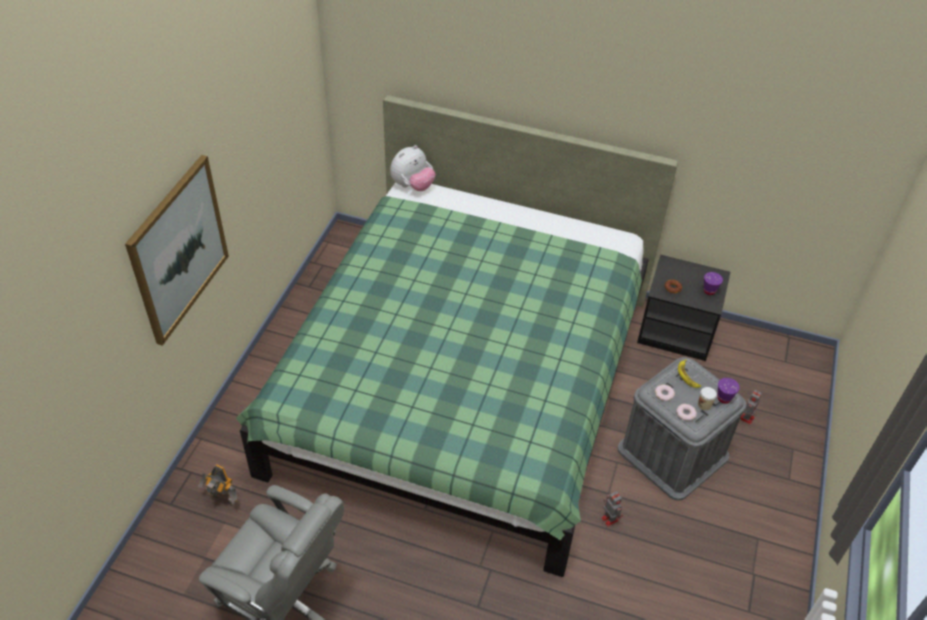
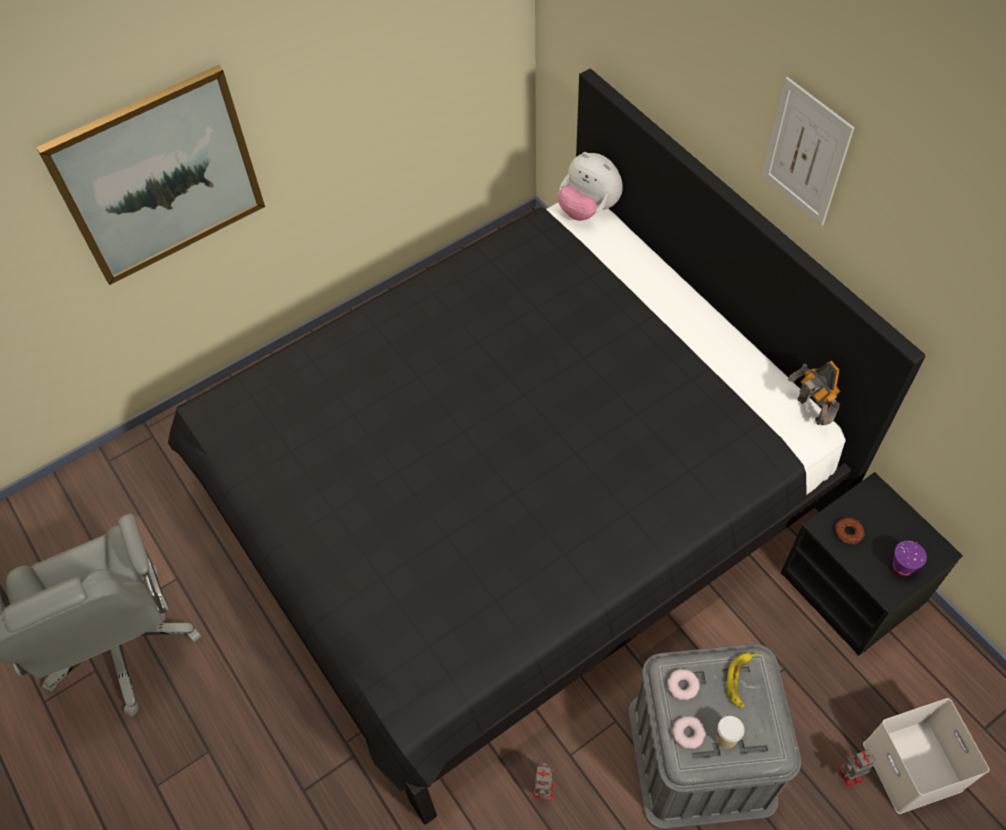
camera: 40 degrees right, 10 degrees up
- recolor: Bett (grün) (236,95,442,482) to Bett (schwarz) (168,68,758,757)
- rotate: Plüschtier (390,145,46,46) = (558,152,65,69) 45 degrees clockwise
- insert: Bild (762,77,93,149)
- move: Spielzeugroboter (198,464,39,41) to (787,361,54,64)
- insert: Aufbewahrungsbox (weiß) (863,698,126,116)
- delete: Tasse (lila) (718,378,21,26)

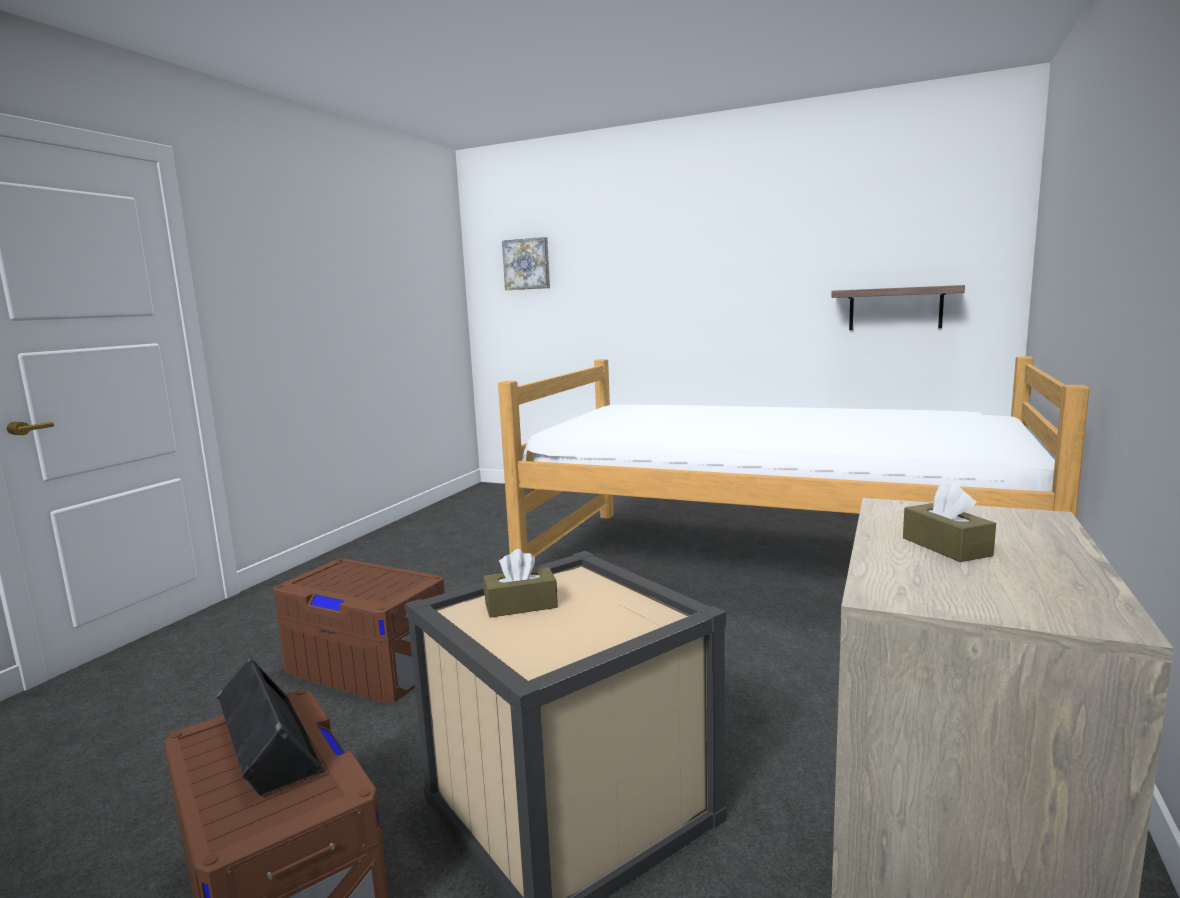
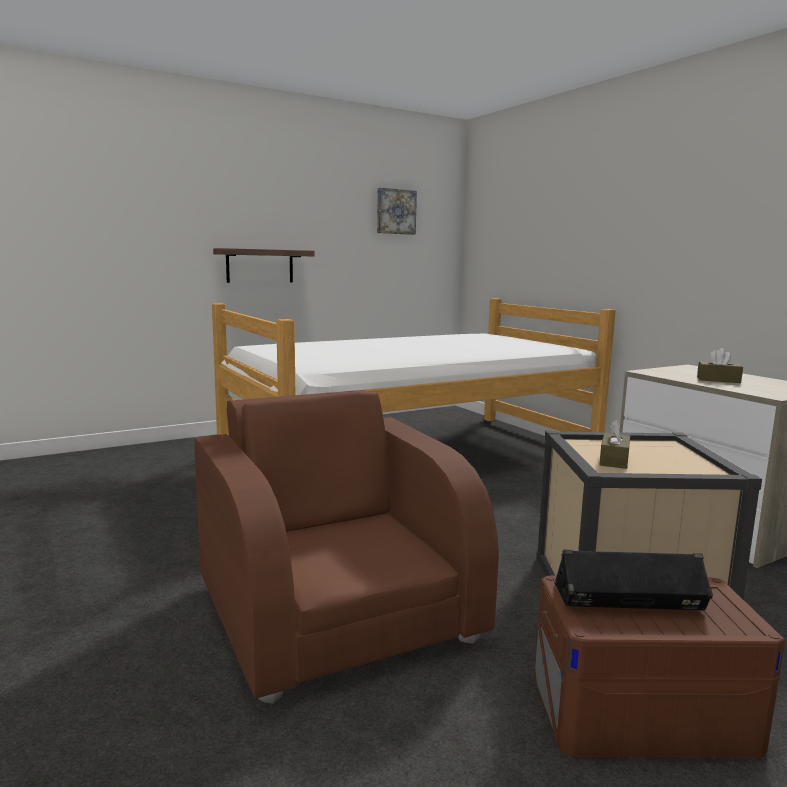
camera: 55 degrees left, 0 degrees up
- replace: Aufbewahrungsbox (braun) (273,558,172,145) to Sessel (braun) (195,390,304,314)
- move: Wandregal (831,285,134,45) to (213,248,102,35)
- move: Bild (502,237,48,53) to (377,188,40,47)

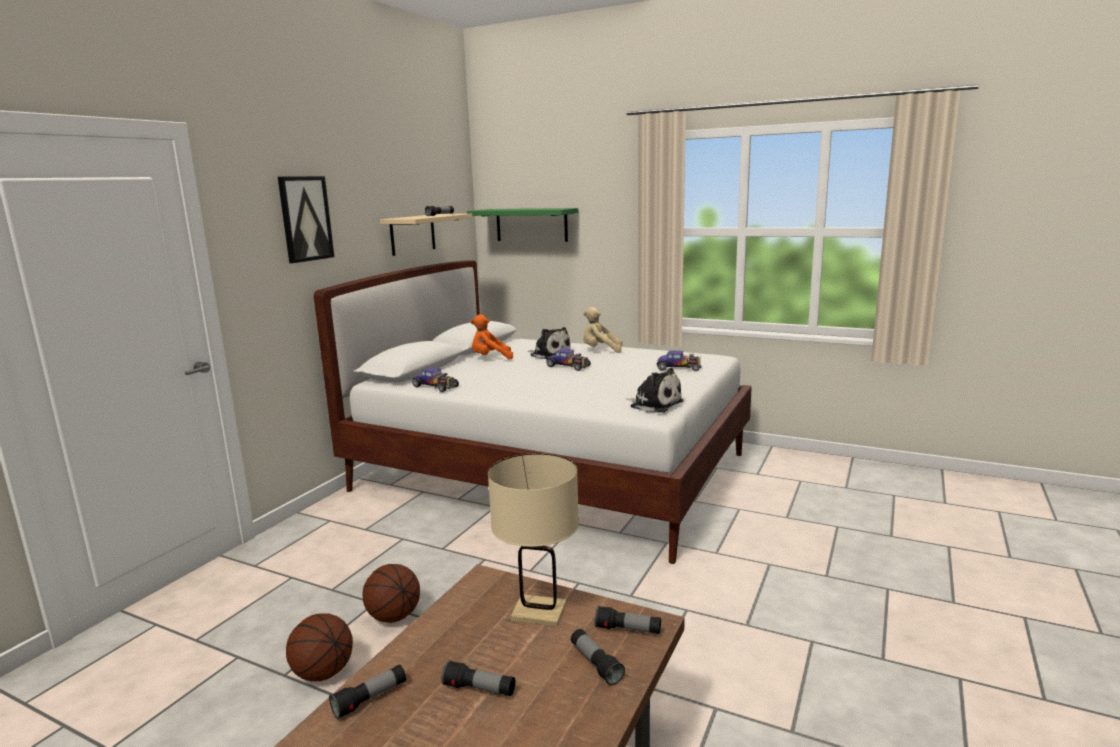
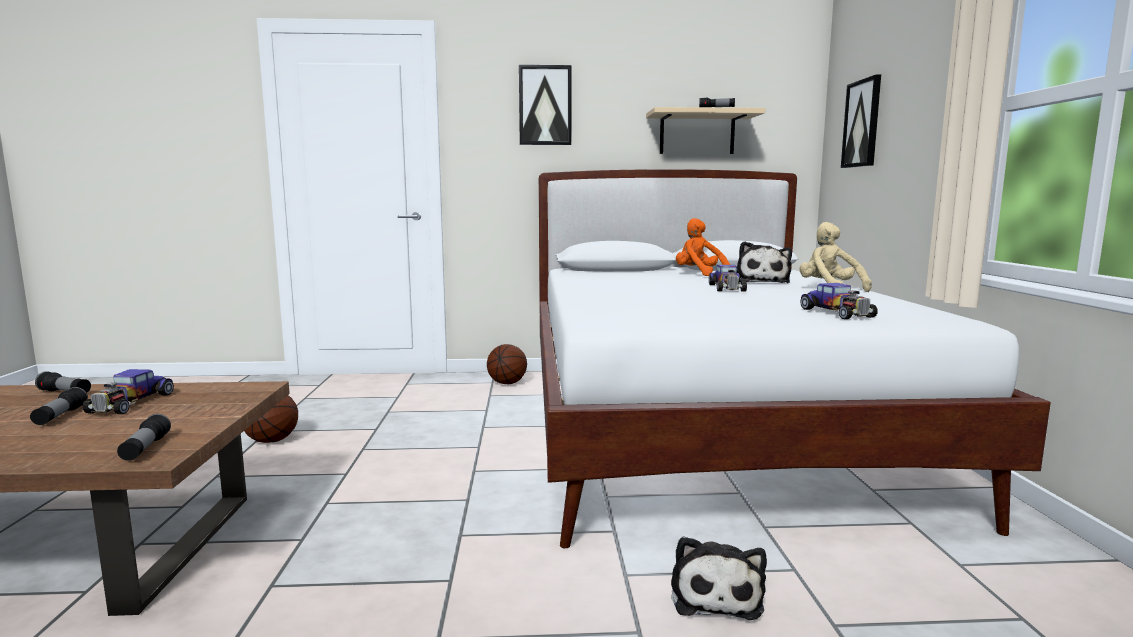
camera: 60 degrees right, 5 degrees down
- move: Spielzeugauto (412,367,47,25) to (83,369,91,45)
- move: Basketball (362,564,58,59) to (487,344,40,40)
- move: Plüschtier (625,368,58,45) to (671,536,96,84)
- replace: Wandregal (grün) (467,208,111,34) to Bild (841,74,40,94)
- delete: Tischlampe (beige) (488,453,91,173)
- delete: Taschenlampe (571,629,54,57)

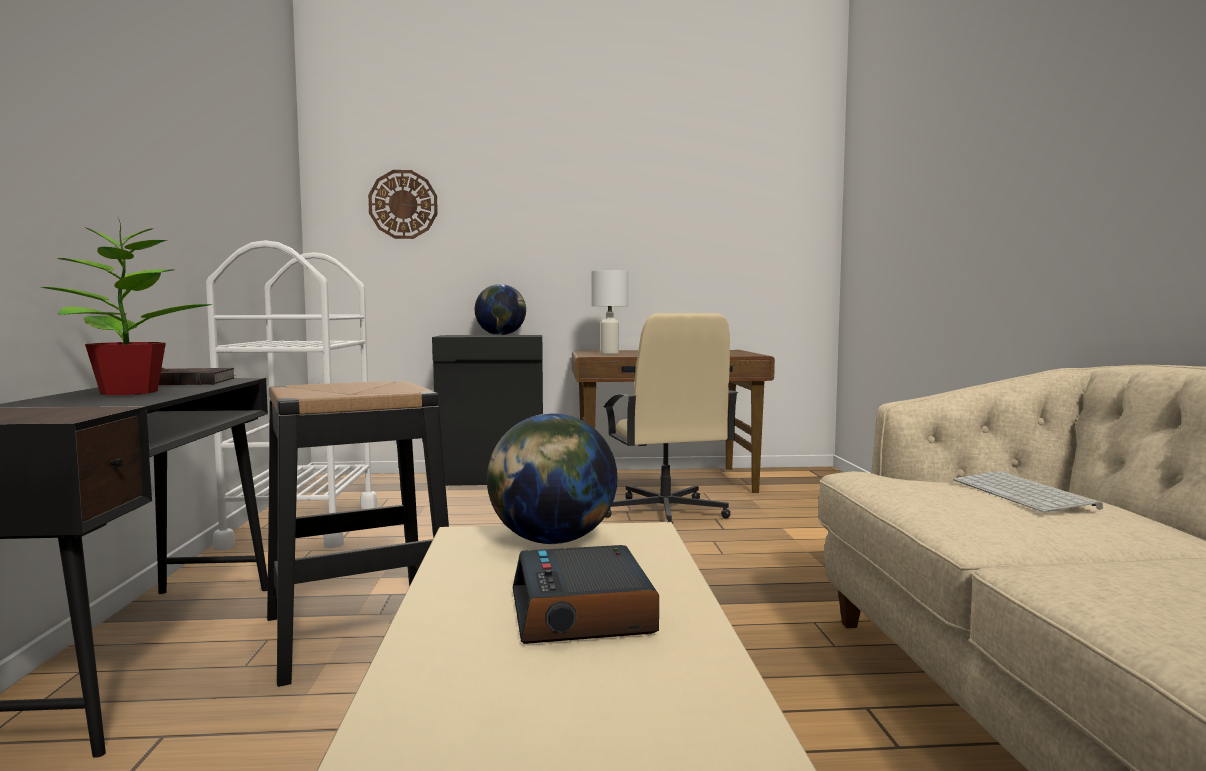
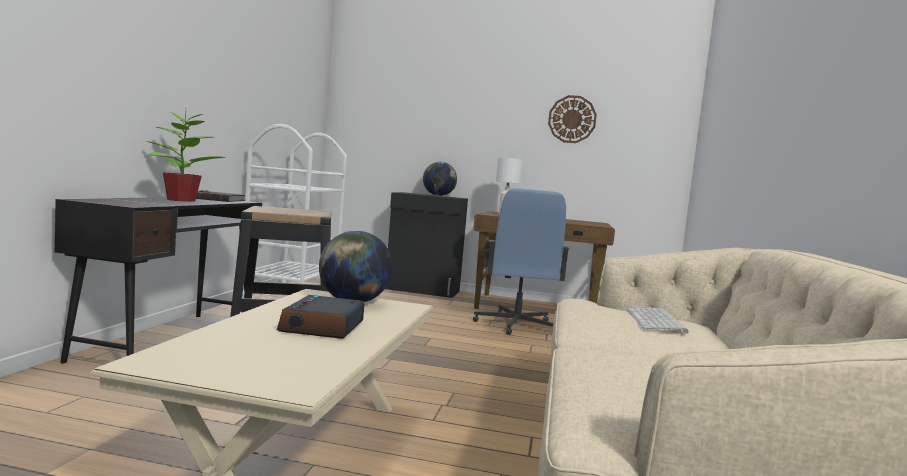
camera: 15 degrees right, 0 degrees up
- recolor: Bürostuhl (beige) (604,313,134,210) to Bürostuhl (blau) (473,188,97,147)
- move: Wanduhr (368,170,70,69) to (548,95,49,48)

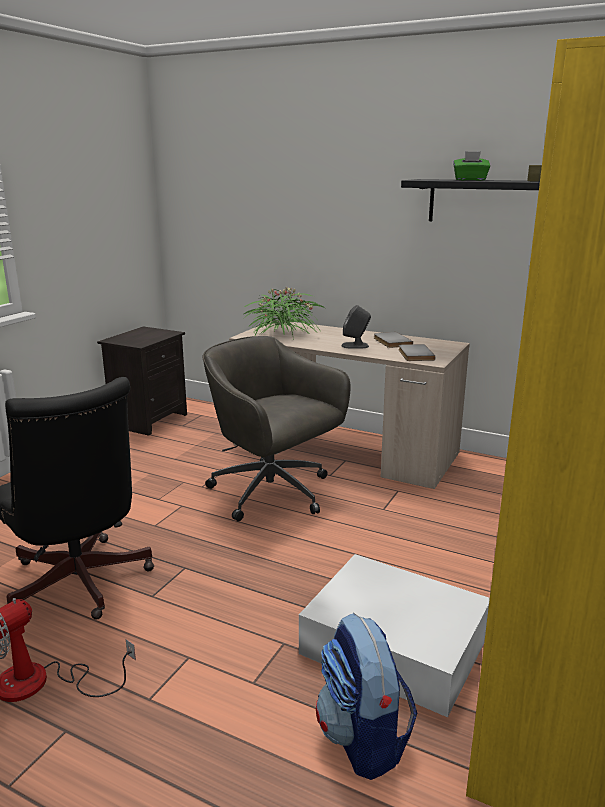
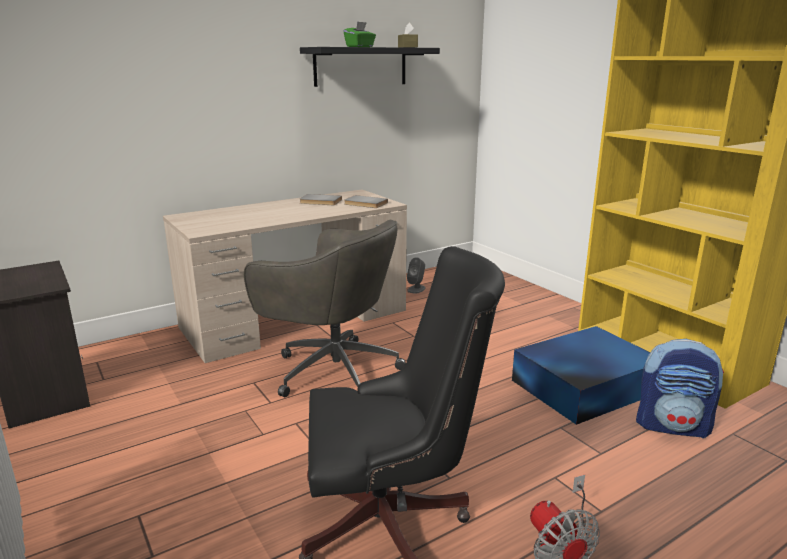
camera: 60 degrees left, 0 degrees up
- rotate: Bürostuhl (grau) (202,336,149,185) = (244,220,162,177) 135 degrees counterclockwise
- move: Lautsprecher (grau) (341,305,30,44) to (407,257,19,36)
- recolor: Aufbewahrungsbox (weiß) (299,554,191,163) to Aufbewahrungsbox (blau) (512,326,138,99)
- delete: Topfpflanze (243,286,82,54)

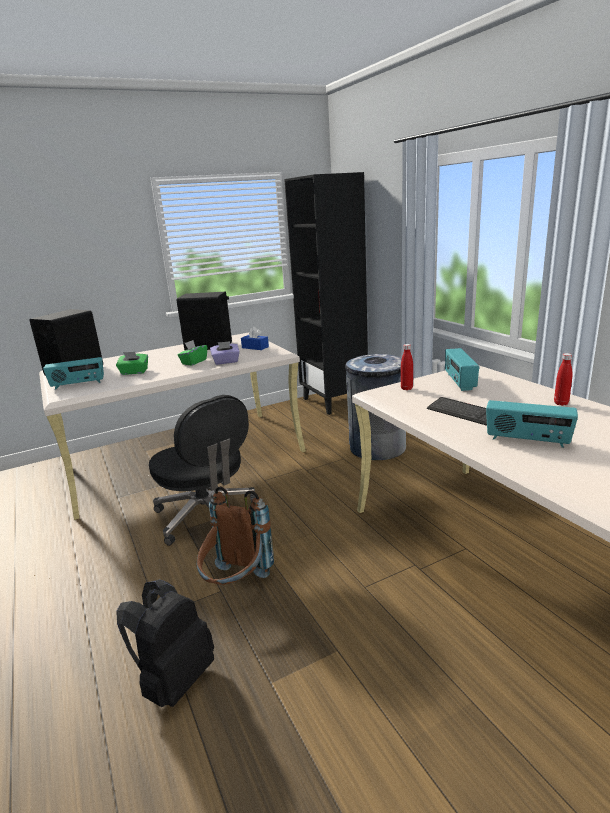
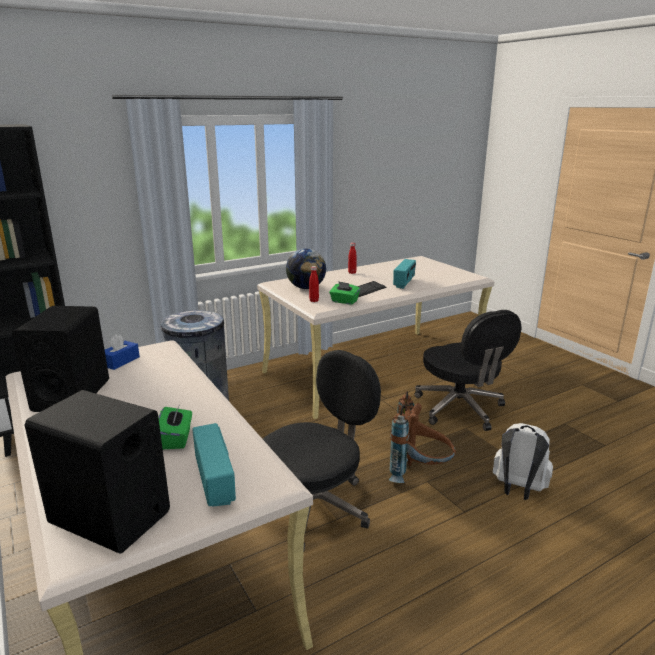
camera: 95 degrees left, 0 degrees up
- replace: Radio (445,348,34,43) to Globus (286,249,40,40)
- move: Taschentuchbox (grün) (178,340,29,26) to (329,281,31,24)
- insert: Bürostuhl (schwarz) (414,310,107,121)
- recolor: Rucksack (schwarz) (116,579,98,128) to Rucksack (weiß) (493,423,60,77)
- delete: Taschentuchbox (lila) (210,341,30,24)

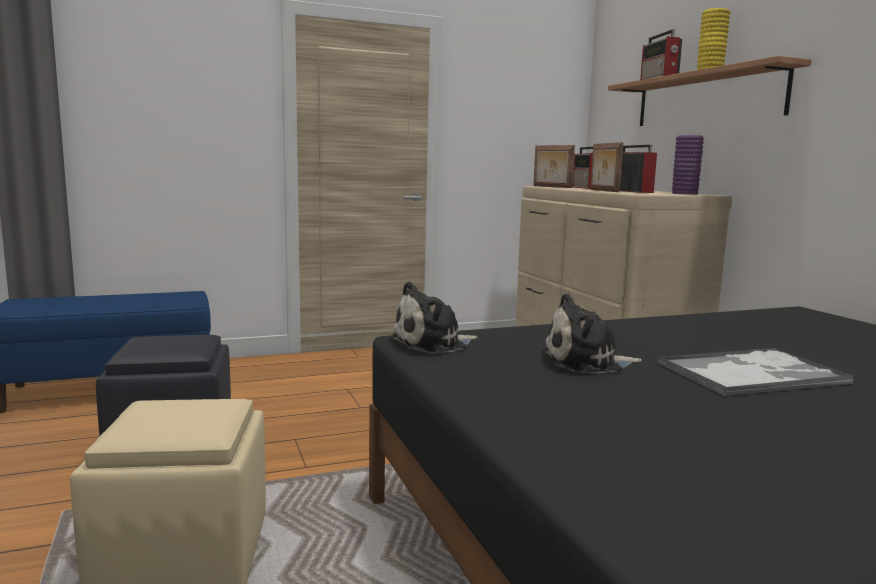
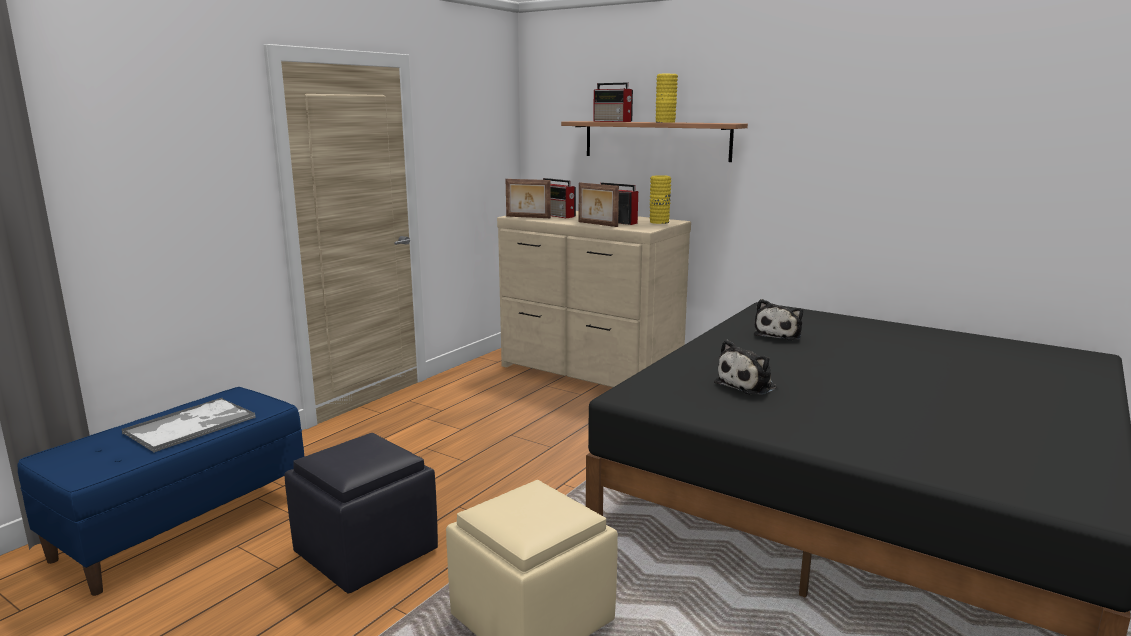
camera: 35 degrees left, 5 degrees up
- move: Tablett (658,348,195,49) to (122,398,134,55)
- recolor: Vase (lila) (672,135,32,60) to Vase (gelb) (650,175,21,49)
- move: Plüschtier (390,281,88,73) to (754,299,49,41)

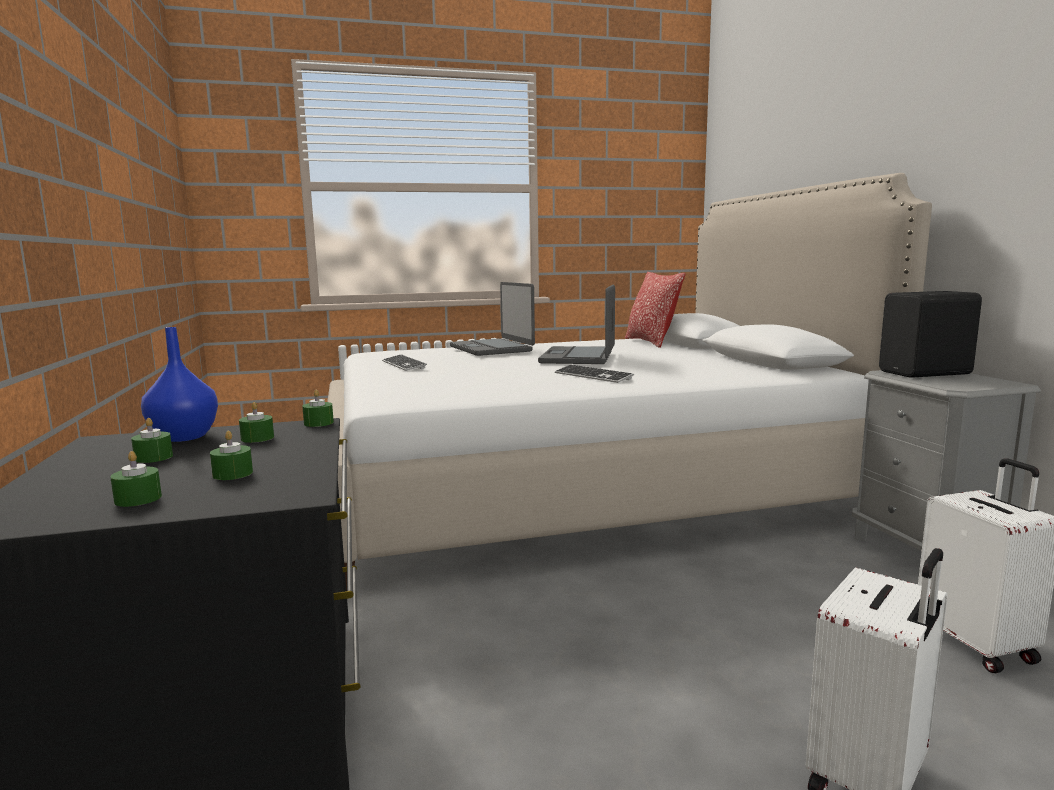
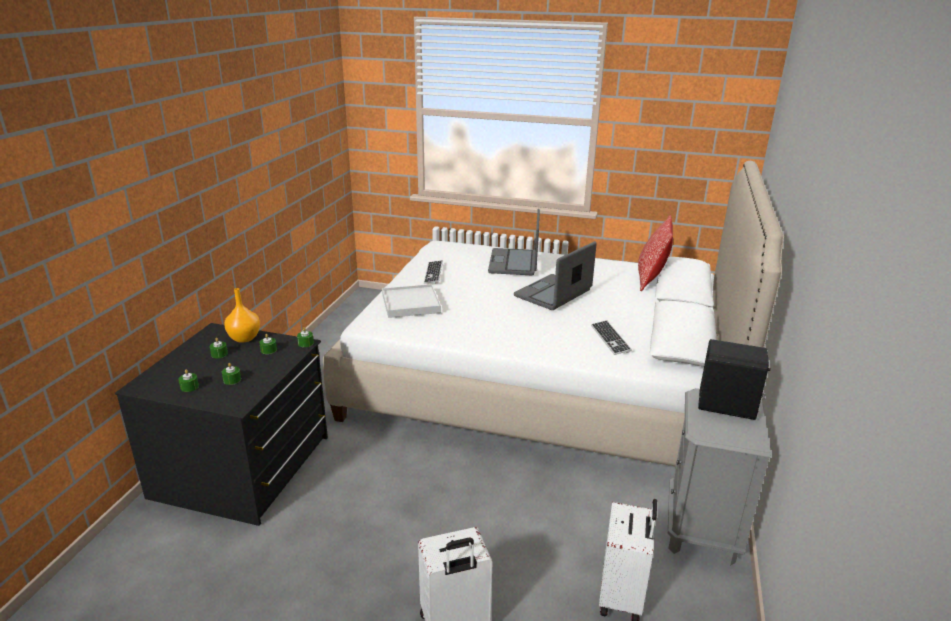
camera: 30 degrees right, 15 degrees up
- recolor: Vase (blau) (141,327,77,115) to Vase (orange) (224,288,36,55)
- insert: Tablett (weiß) (382,284,59,34)
- move: Tastatur (555,365,79,18) to (591,320,41,35)

